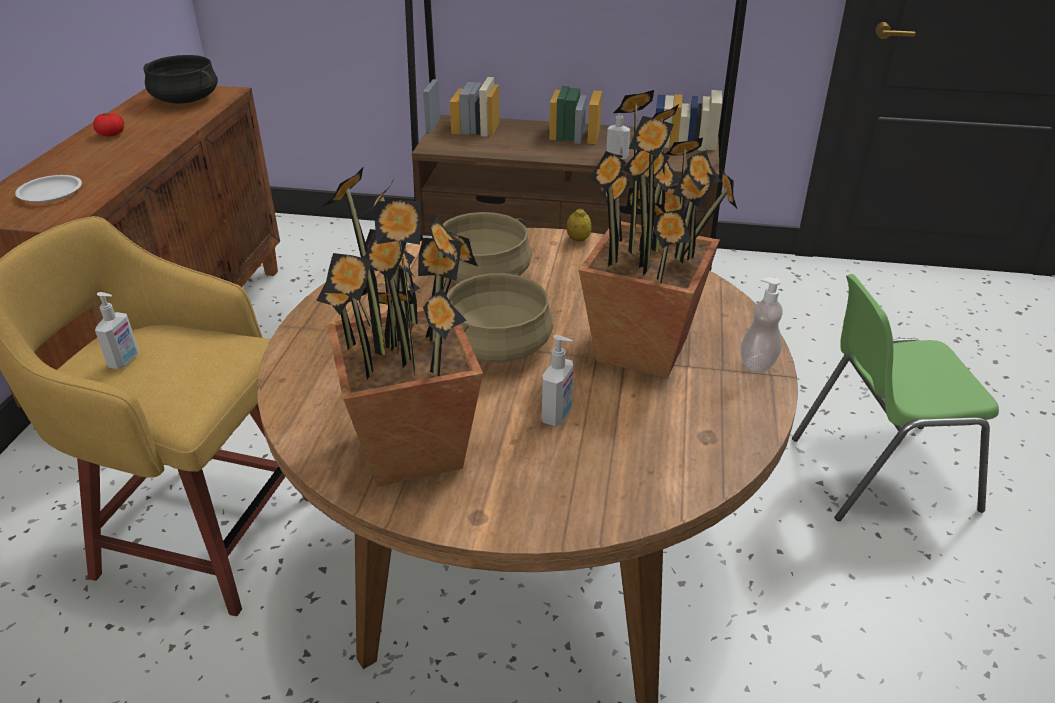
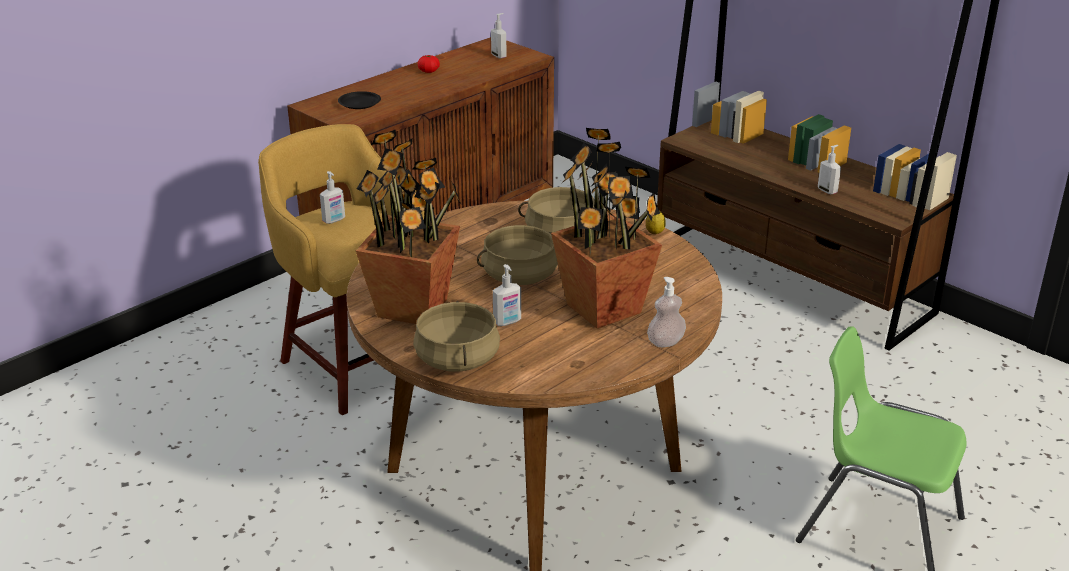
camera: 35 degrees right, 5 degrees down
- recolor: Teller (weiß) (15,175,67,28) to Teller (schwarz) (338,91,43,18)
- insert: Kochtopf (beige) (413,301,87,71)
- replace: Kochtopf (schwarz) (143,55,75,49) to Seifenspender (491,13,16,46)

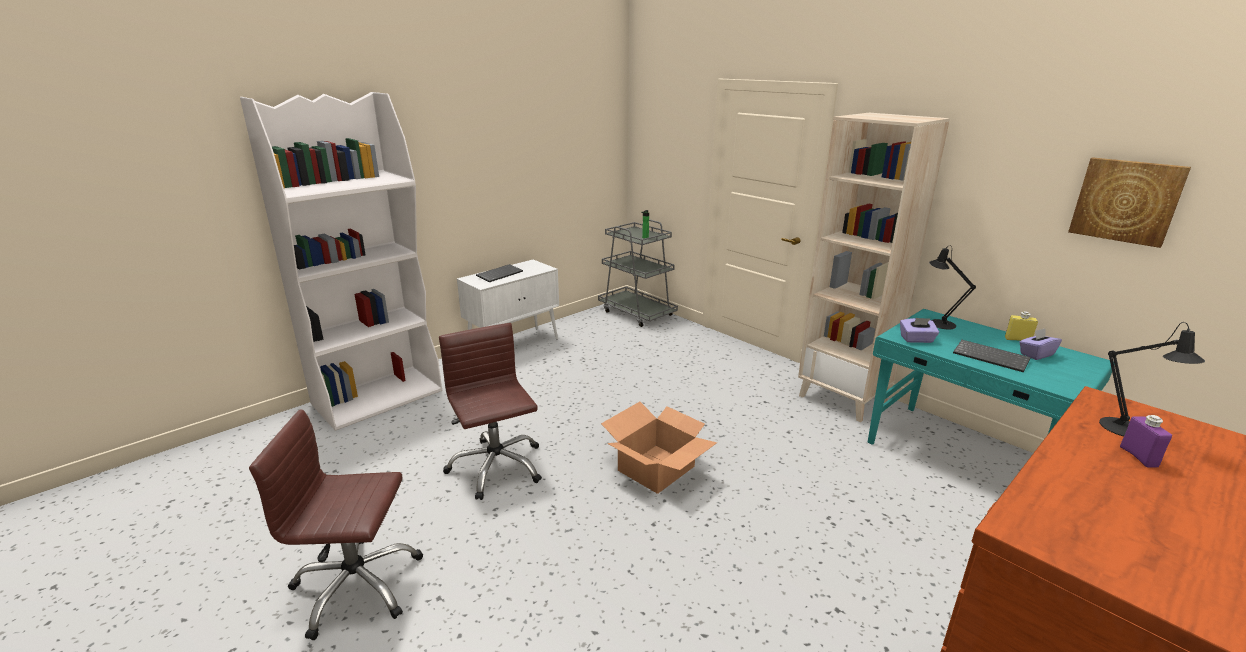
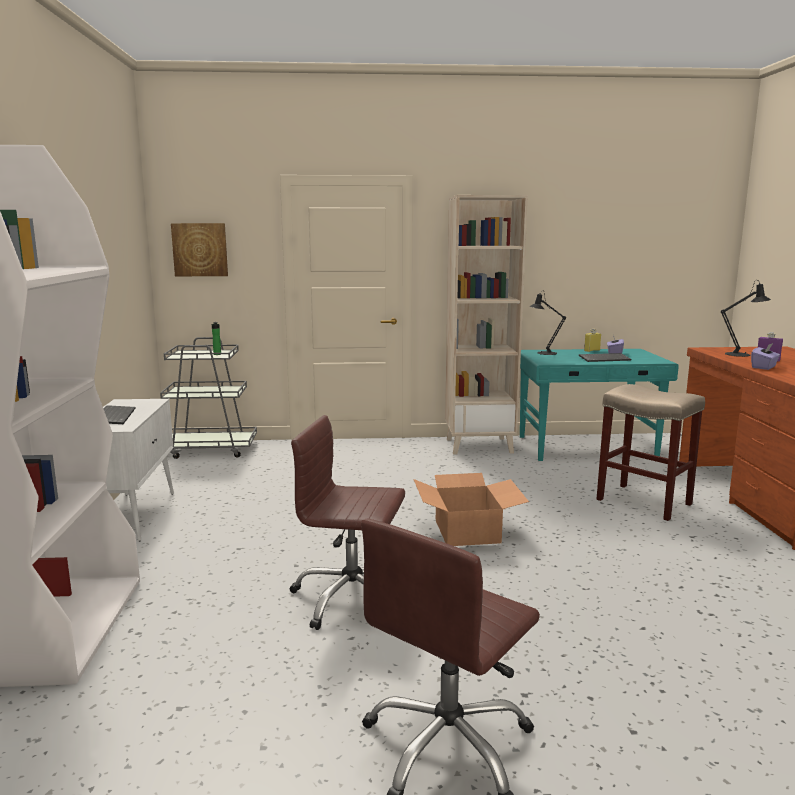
camera: 50 degrees left, 10 degrees down
- move: Bild (1068,157,123,91) to (171,223,57,53)
- insert: Hocker (beige) (597,384,108,137)
- move: Taschentuchbox (lila) (900,318,39,25) to (751,343,29,27)

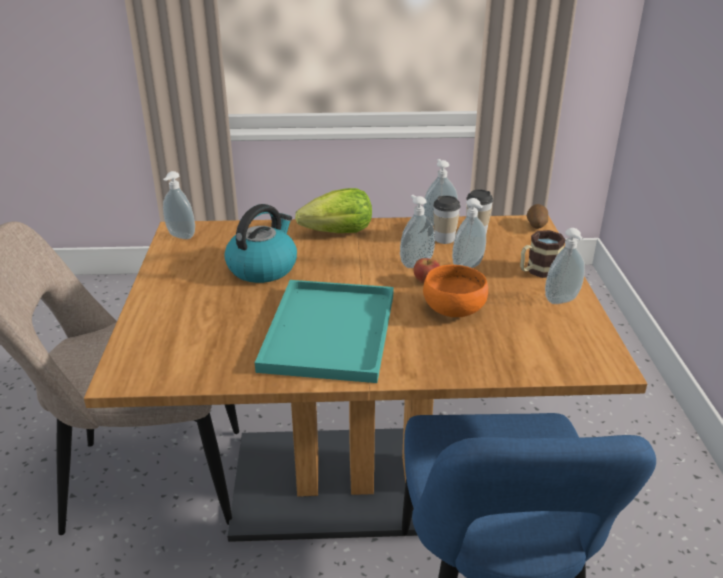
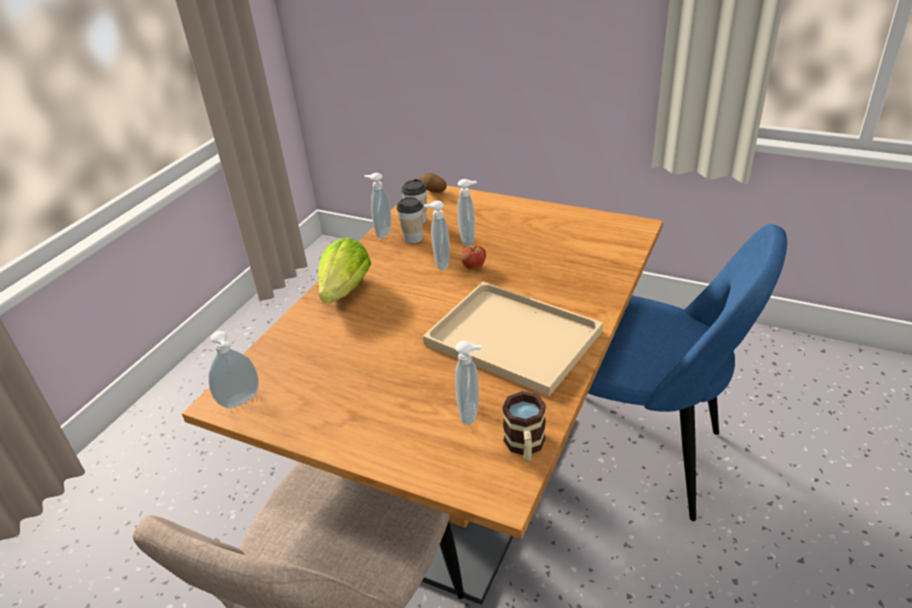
camera: 60 degrees left, 5 degrees up
- recolor: Tablett (türkis) (255,280,139,103) to Tablett (beige) (423,282,180,114)
- move: Seifenspender (545,228,40,76) to (455,341,27,84)
- move: Henkelbecher (520,230,45,48) to (502,391,44,71)
- delete: Wasserkessel (224,204,73,79)
- delete: Schüssel (orange) (423,265,65,52)

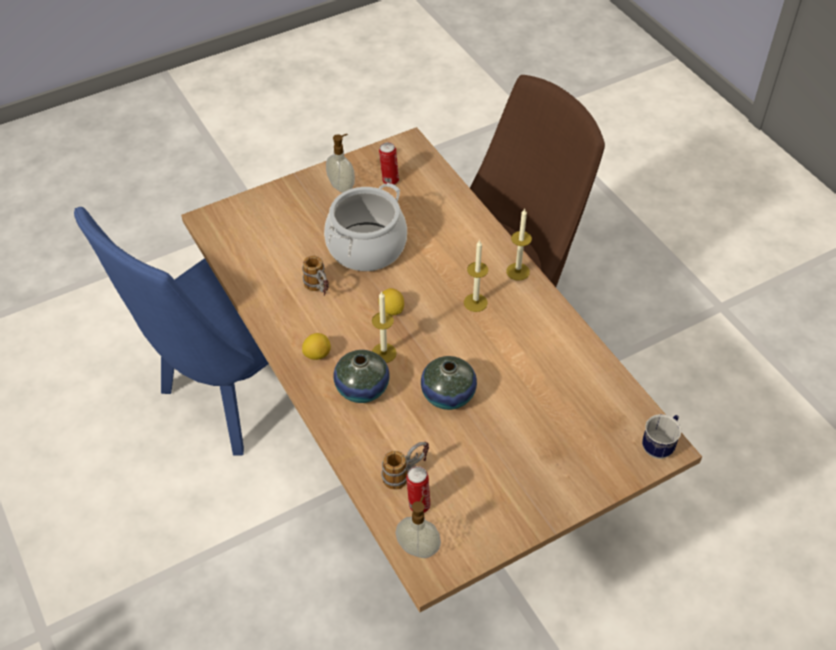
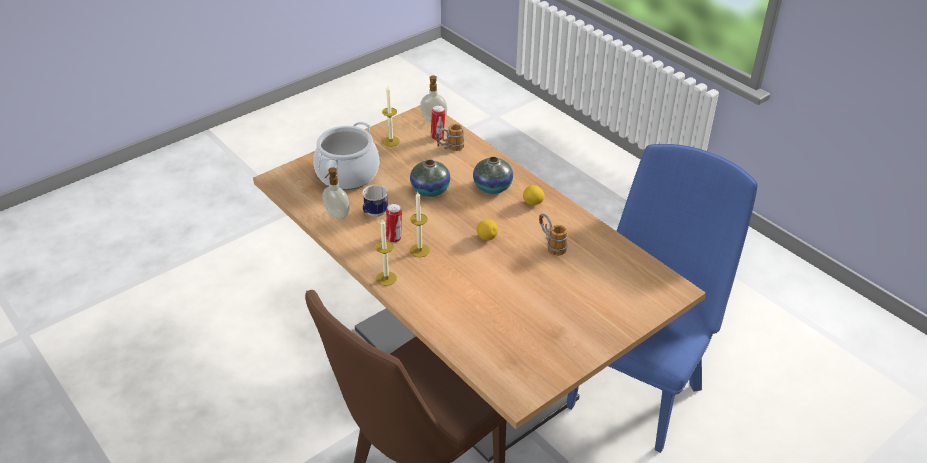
camera: 170 degrees right, 10 degrees down
- move: Kochtopf (324,183,83,88) to (313,121,66,69)
- move: Seifenspender (326,134,29,59) to (322,167,28,53)
- move: Henkelbecher (642,414,39,45) to (362,184,26,33)
- move: Kerze (372,291,25,72) to (382,86,18,61)
- move: Dose (379,142,20,43) to (386,204,16,39)

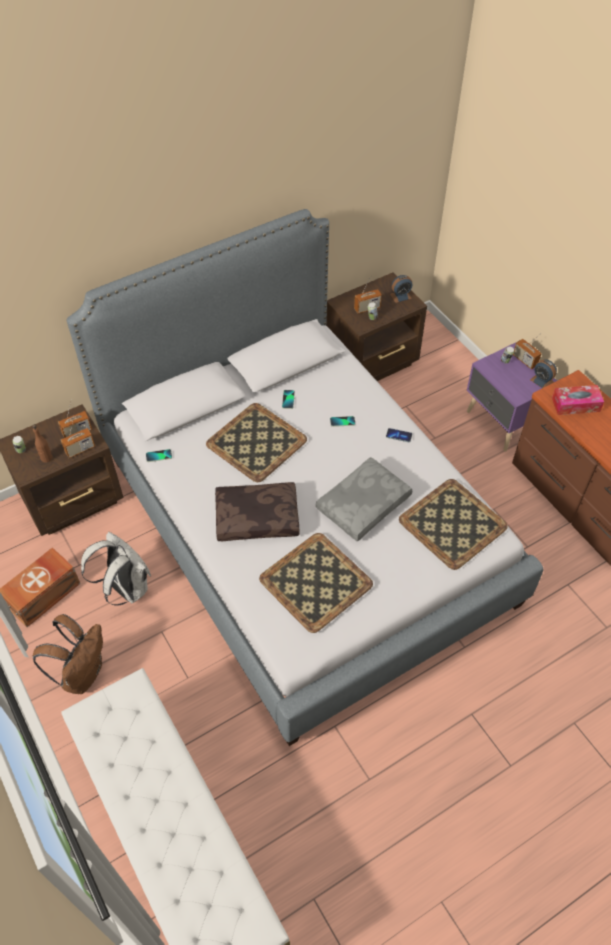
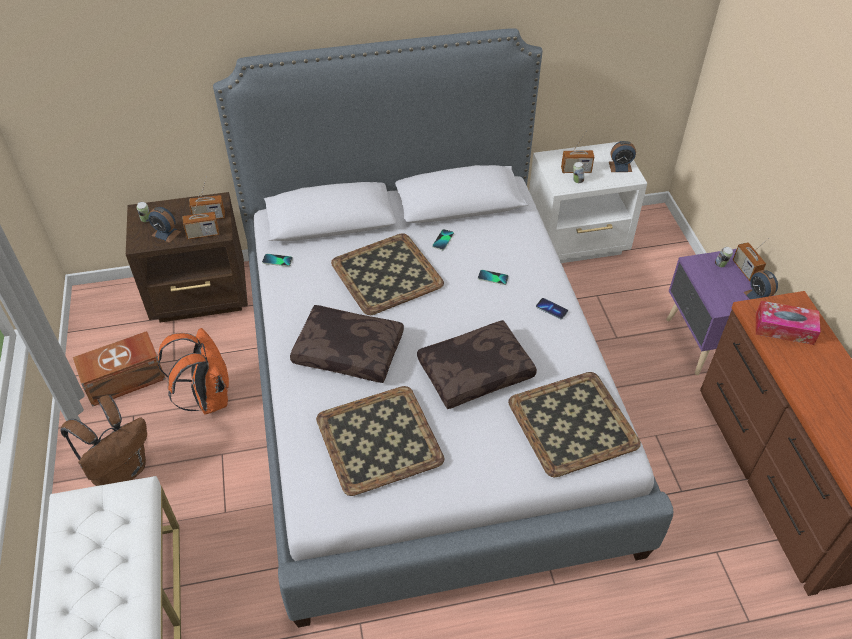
camera: 20 degrees right, 5 degrees down
- replace: Flasche (braun) (32,425,21,38) to Wecker (148,207,33,36)
- recolor: Rucksack (weiß) (81,532,70,74) to Rucksack (orange) (158,328,71,86)
- recolor: Kissen (grau) (316,457,96,85) to Kissen (braun) (417,320,120,89)
- recolor: Nachttisch (braun) (326,273,101,108) to Nachttisch (weiß) (529,142,118,121)

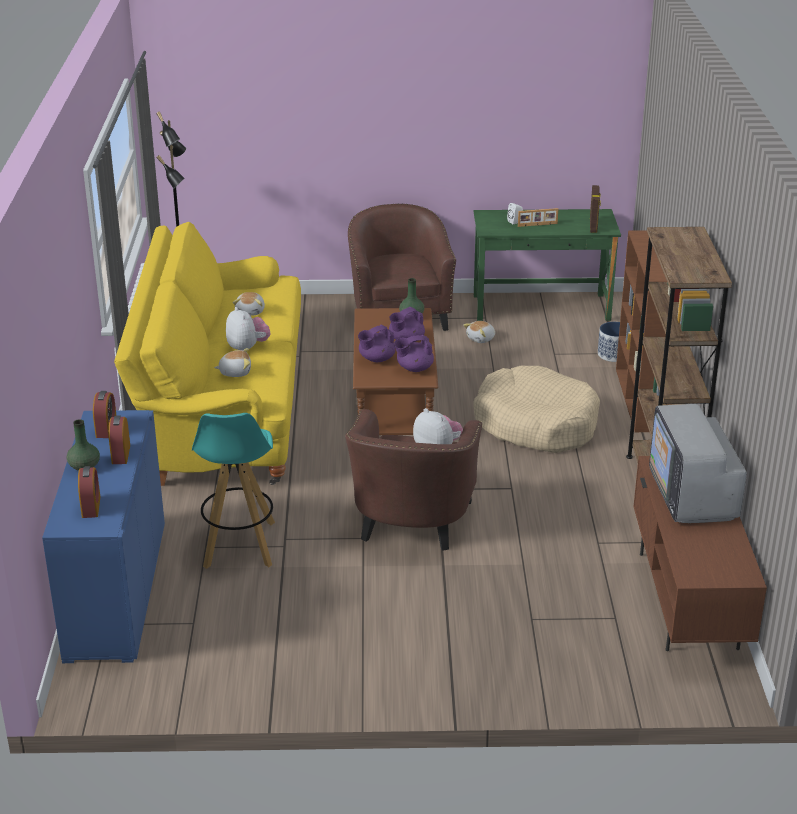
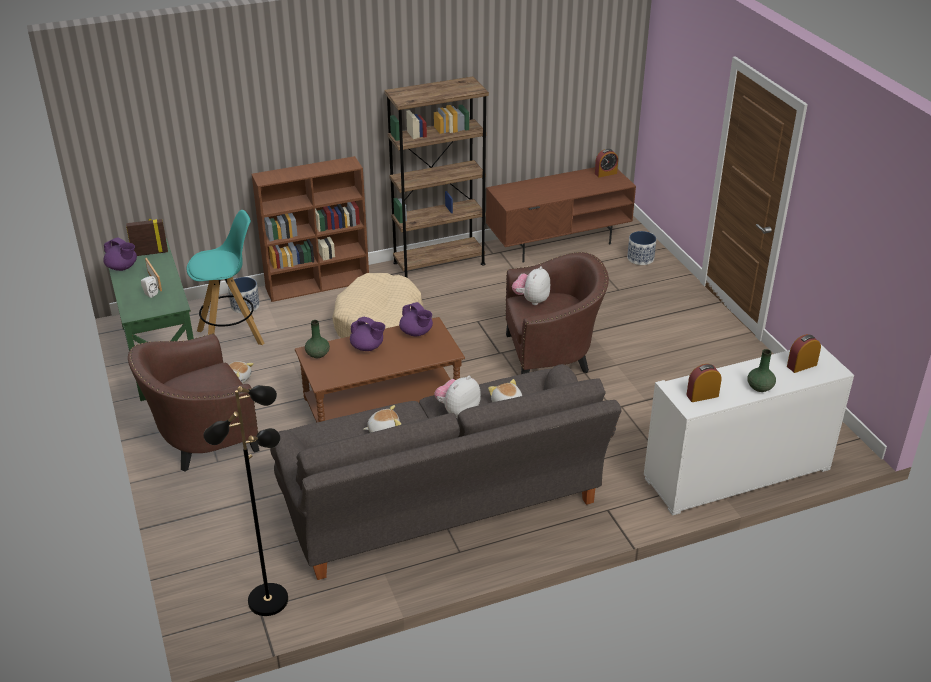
camera: 110 degrees left, 5 degrees up
- move: Teekanne (lila) (358,325,38,37) to (104,238,33,33)
- move: Hocker (türkis) (192,413,83,156) to (187,210,77,135)
- recolor: Sofa (gelb) (114,222,187,264) to Sofa (grau) (270,364,352,216)
- move: Wecker (109,415,21,49) to (595,149,23,28)
- insert: Pflanzkübel (627,231,29,34)
- recolor: Schrank (blau) (42,410,123,253) to Schrank (weiß) (644,345,210,171)
- delete: Fernseher (649,404,98,119)

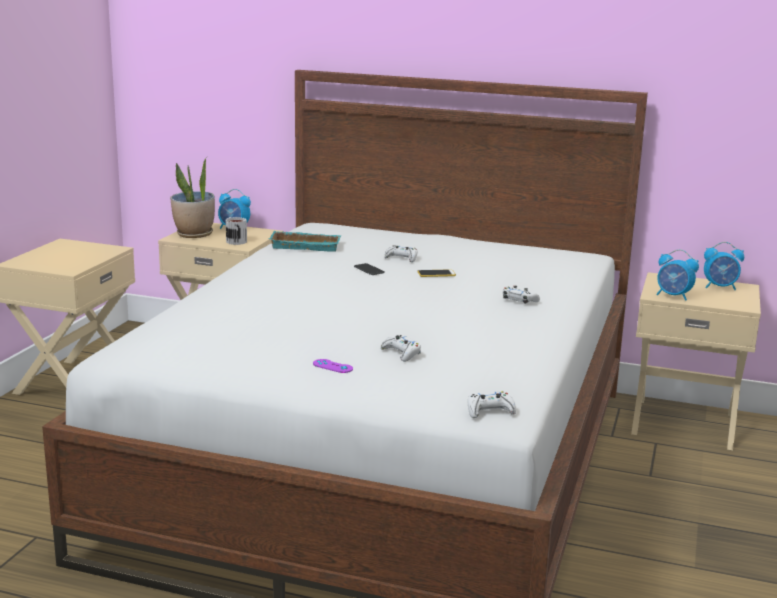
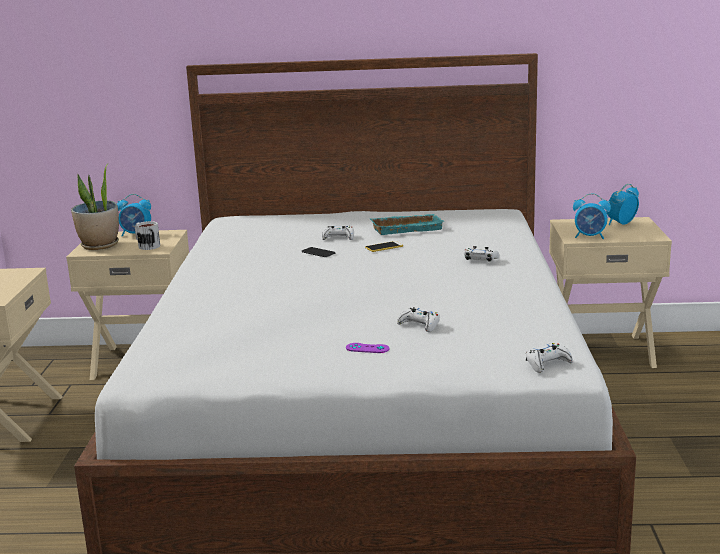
camera: 15 degrees left, 0 degrees up
- move: Tablett (türkis) (269,231,72,21) to (369,214,75,21)
- rotate: Wecker (704,242,40,48) = (606,184,33,41) 150 degrees clockwise

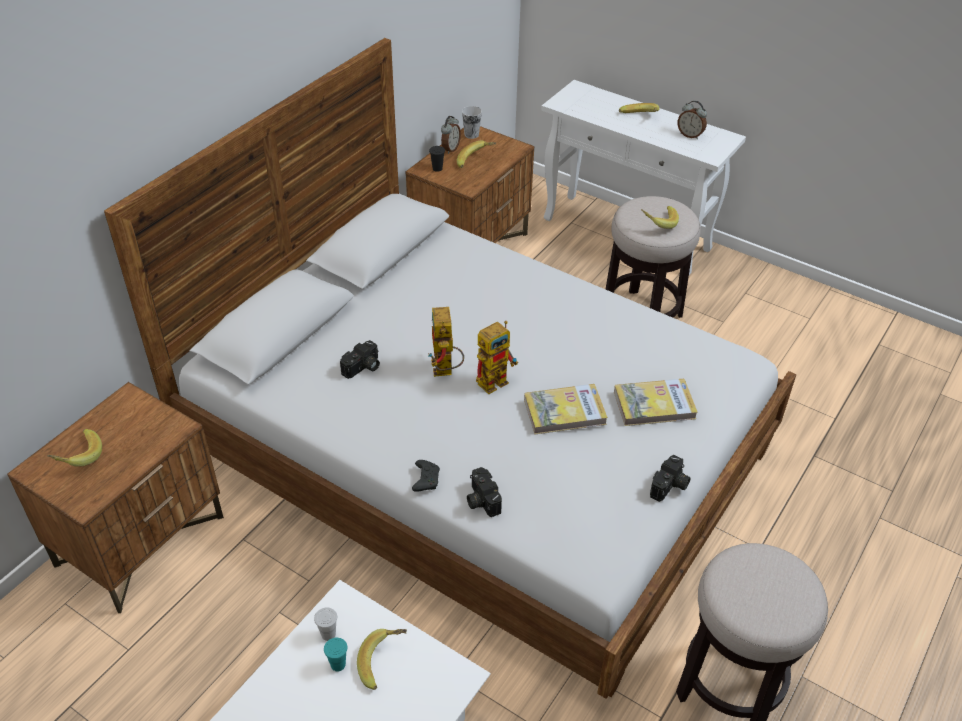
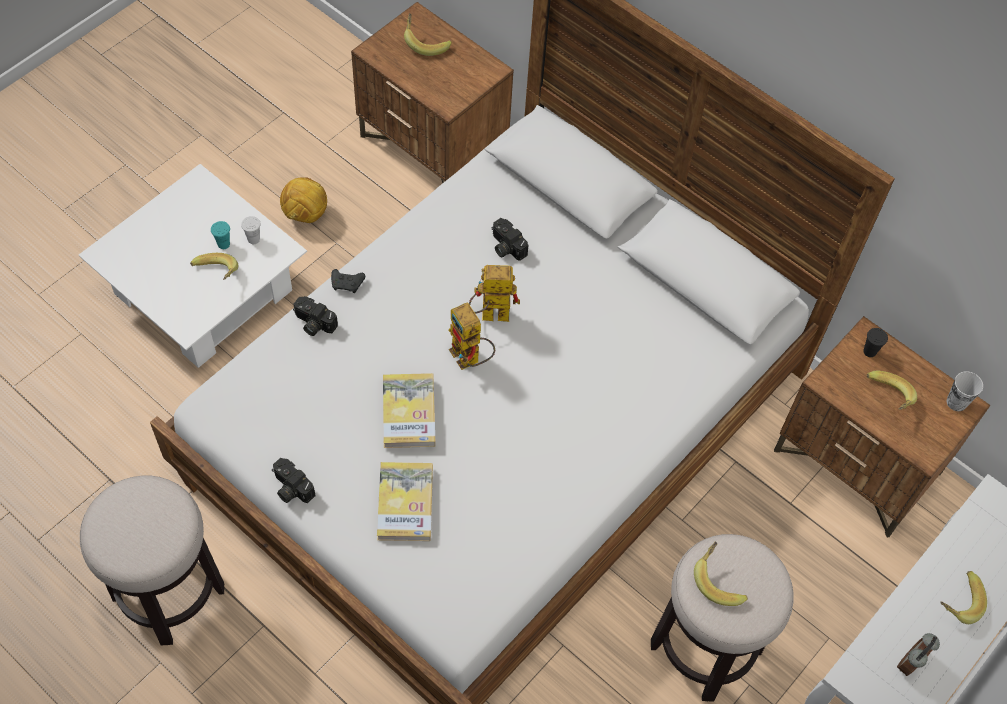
camera: 95 degrees right, 15 degrees up
- insert: Fußball (280,177,47,46)
- rotate: Kamera (467,467,35,50) = (293,296,45,40) 135 degrees counterclockwise
- delete: Wecker (441,116,20,38)

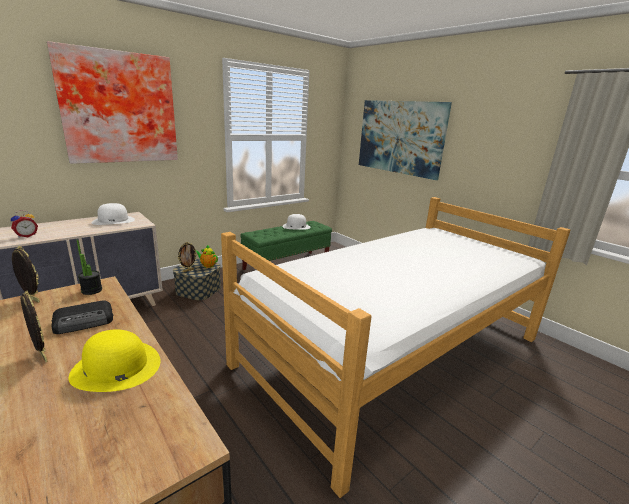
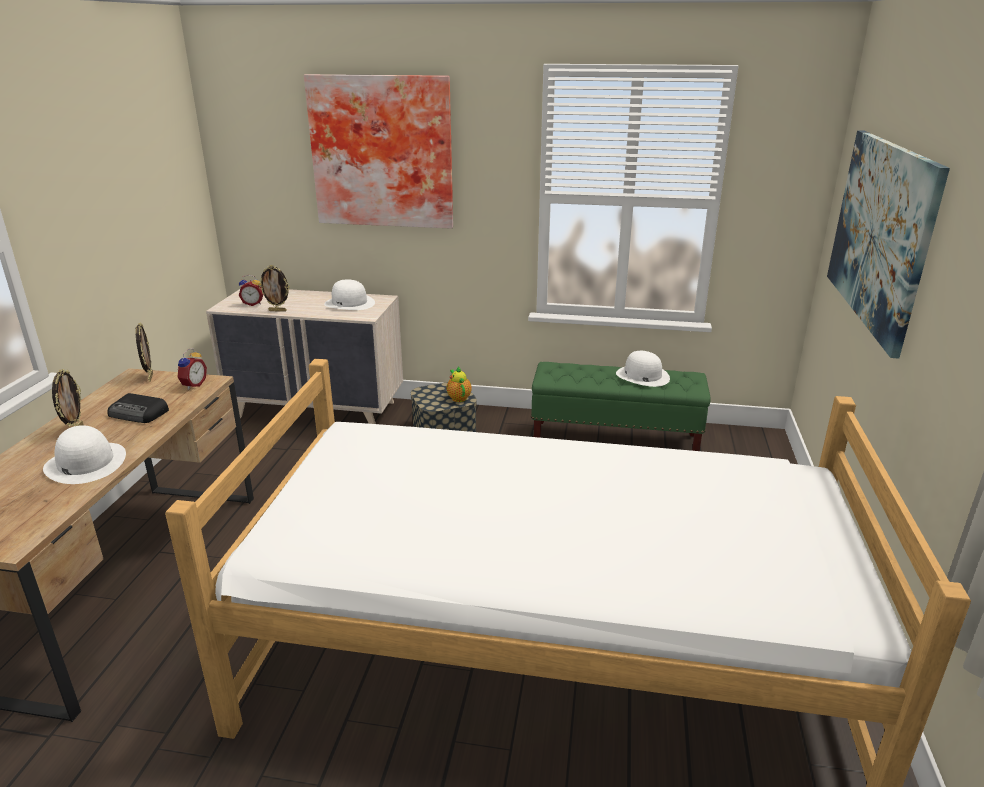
camera: 50 degrees right, 5 degrees up
- recolor: Hut (gelb) (68,330,93,62) to Hut (weiß) (43,425,83,59)
- replace: Topfpflanze (77,240,25,55) to Wecker (178,348,29,42)
- move: Bilderrahmen (178,242,19,30) to (258,265,32,47)

